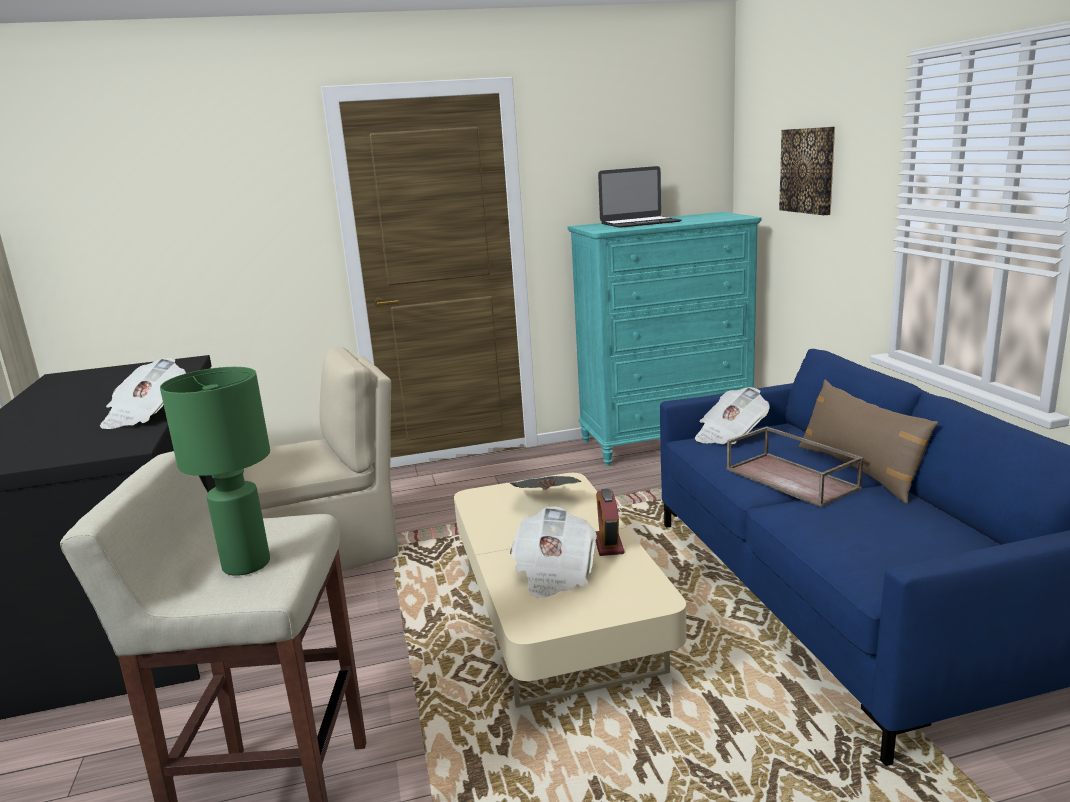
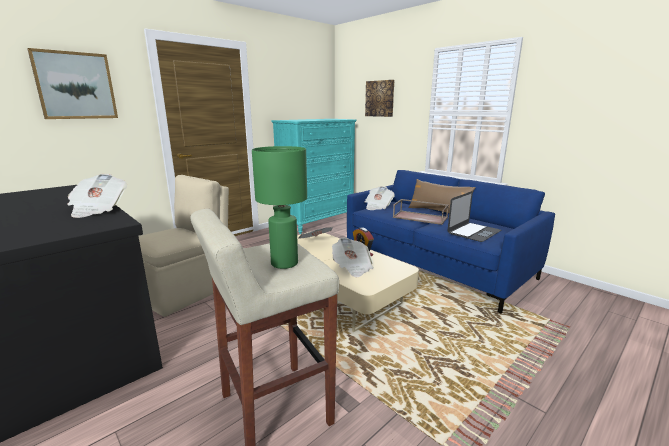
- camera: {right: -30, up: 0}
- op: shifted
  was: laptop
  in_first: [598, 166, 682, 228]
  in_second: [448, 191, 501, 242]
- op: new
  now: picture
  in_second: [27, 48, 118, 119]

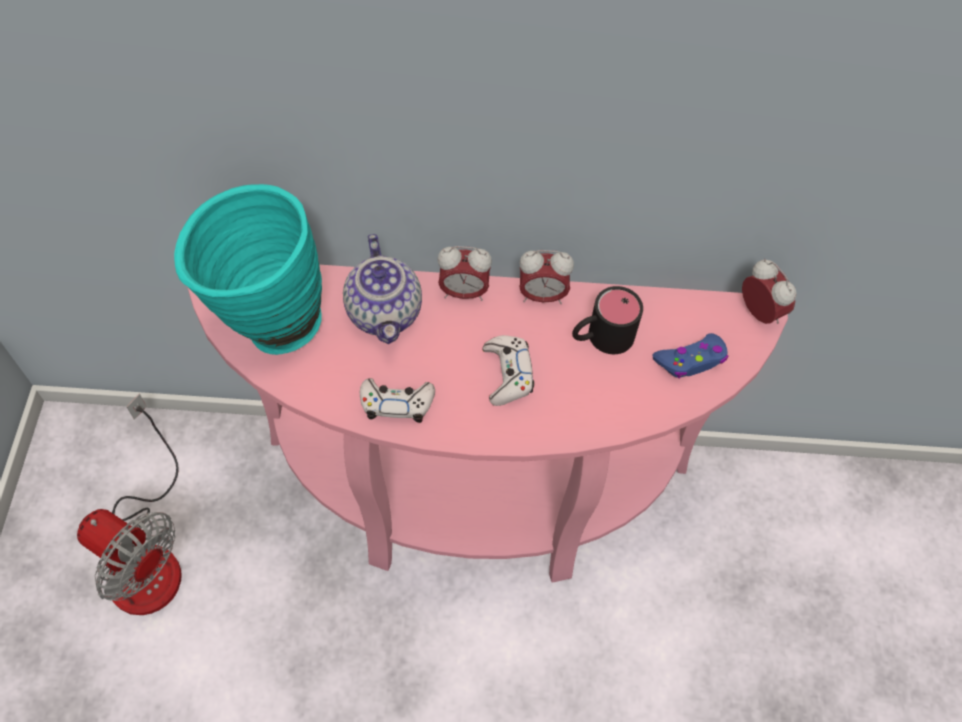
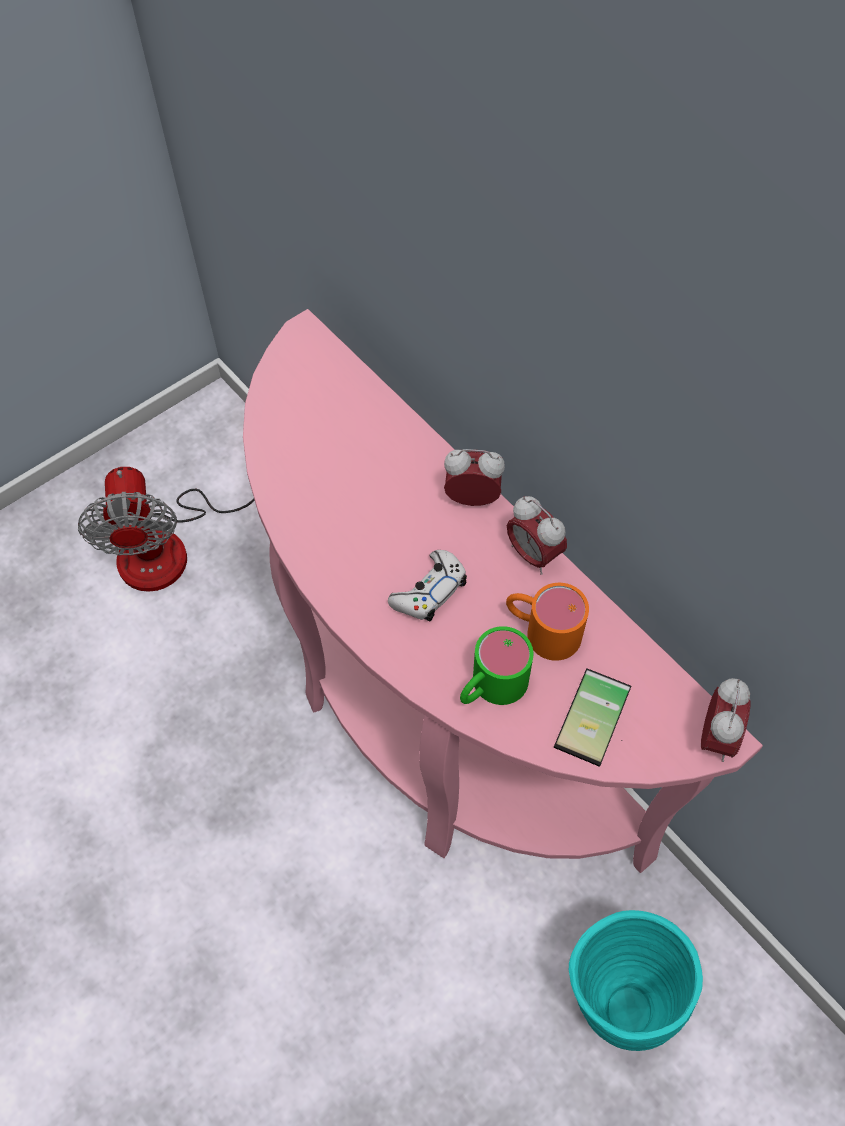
- camera: {right: 50, up: 0}
- op: shifted
  was: turquoise-coloured flower vase
  in_first: [174, 184, 322, 355]
  in_second: [569, 910, 703, 1051]
- op: gone
  was: teapot
  in_first: [343, 234, 422, 344]
- op: rotated
  was: bedside clock
  in_first: [437, 246, 492, 301]
  in_second: [444, 449, 505, 506]
  clockwise: 135
- op: repainted
  was: black coffee mug
  now: orange coffee mug
  in_first: [572, 286, 643, 354]
  in_second: [506, 583, 589, 661]
- op: swapped
  was: blue game controller
  now: phone
  in_first: [653, 333, 728, 378]
  in_second: [554, 668, 631, 767]
- op: gone
  was: white-coloured game controller
  in_first: [360, 378, 435, 423]
- op: new
  now: green-coloured coffee mug
  in_second: [460, 626, 533, 705]

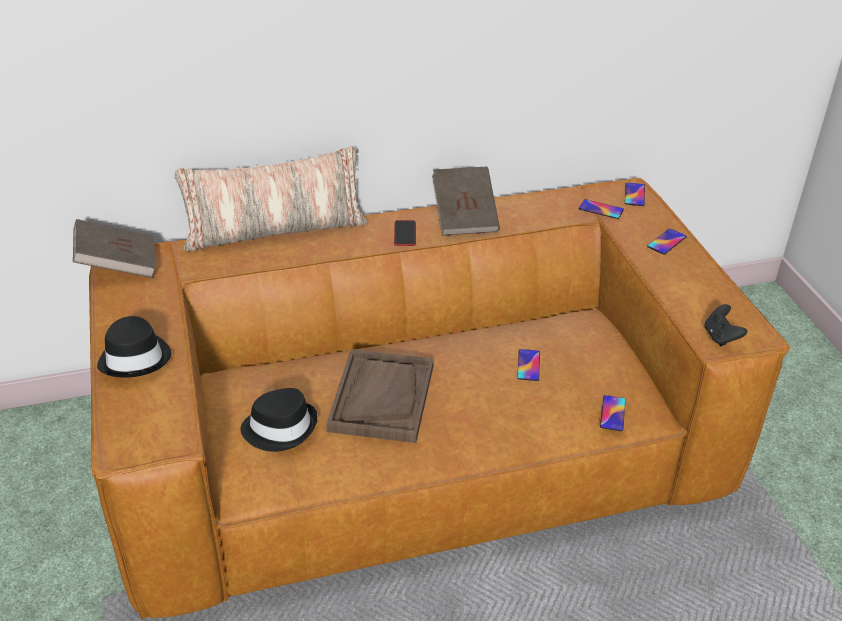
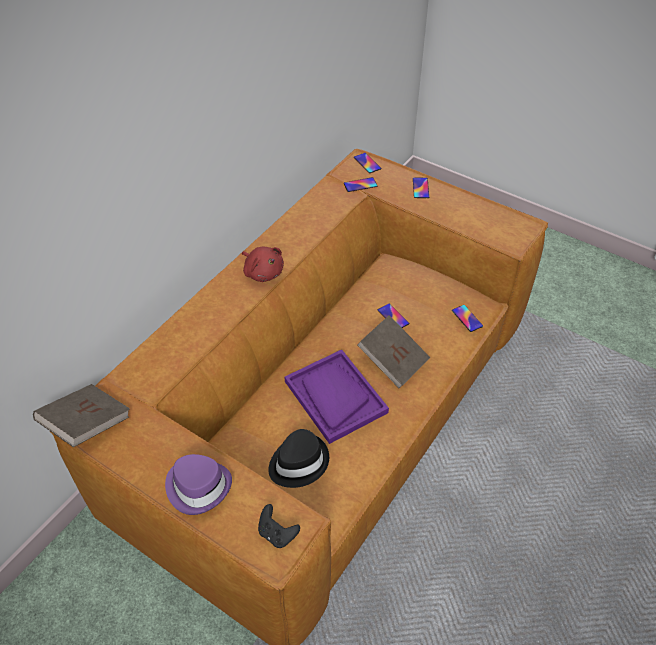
- camera: {right: -40, up: 10}
- op: gone
  was: pillow
  in_first: [174, 146, 367, 251]
- op: shifted
  was: brown bound book
  in_first: [432, 167, 500, 236]
  in_second: [357, 315, 430, 388]
- op: swapped
  was: phone
  now: red cuddly toy
  in_first: [394, 220, 416, 246]
  in_second: [242, 247, 284, 282]
- op: shifted
  was: black game controller
  in_first: [704, 304, 747, 346]
  in_second: [258, 504, 300, 548]
- op: repainted
  was: black clothing hat
  now: purple clothing hat
  in_first: [97, 316, 171, 378]
  in_second: [165, 454, 232, 515]
- op: repainted
  was: brown serving tray
  now: purple serving tray
  in_first: [326, 349, 434, 443]
  in_second: [284, 349, 389, 444]

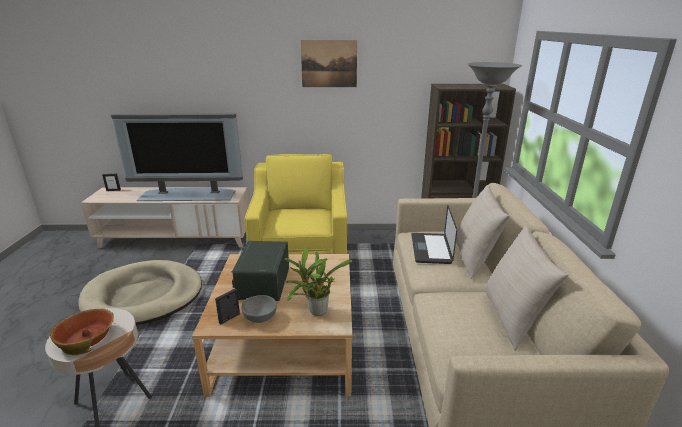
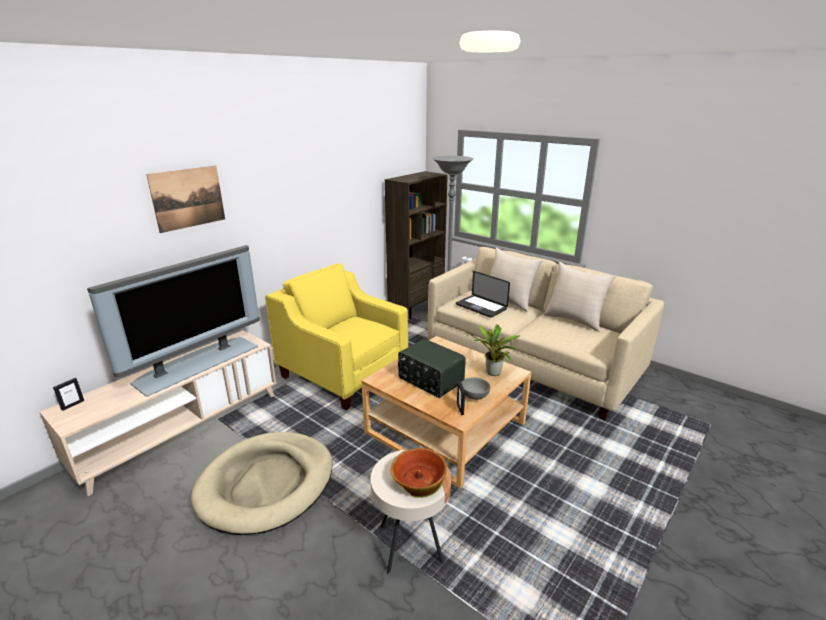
- camera: {right: -50, up: 0}
- op: shifted
  was: picture
  in_first: [301, 40, 357, 87]
  in_second: [146, 165, 225, 233]

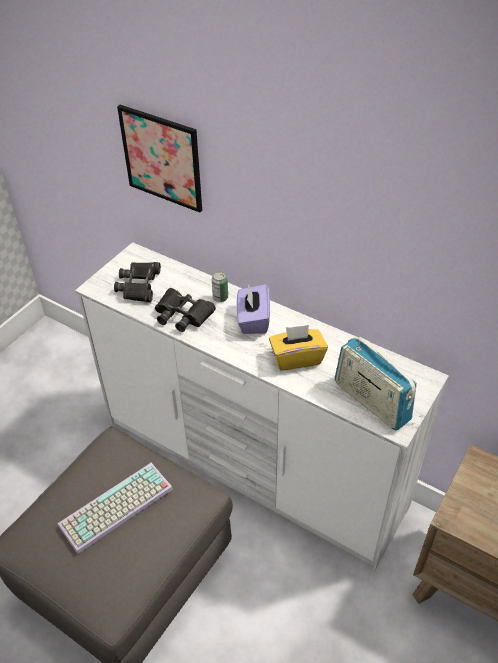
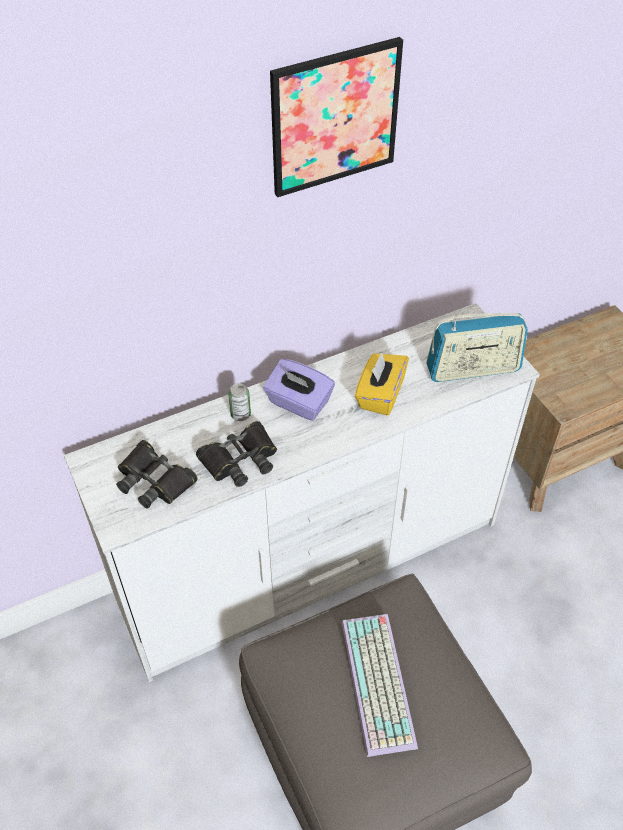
- camera: {right: -60, up: 5}
- op: shifted
  was: picture
  in_first: [117, 105, 202, 213]
  in_second: [270, 37, 403, 197]

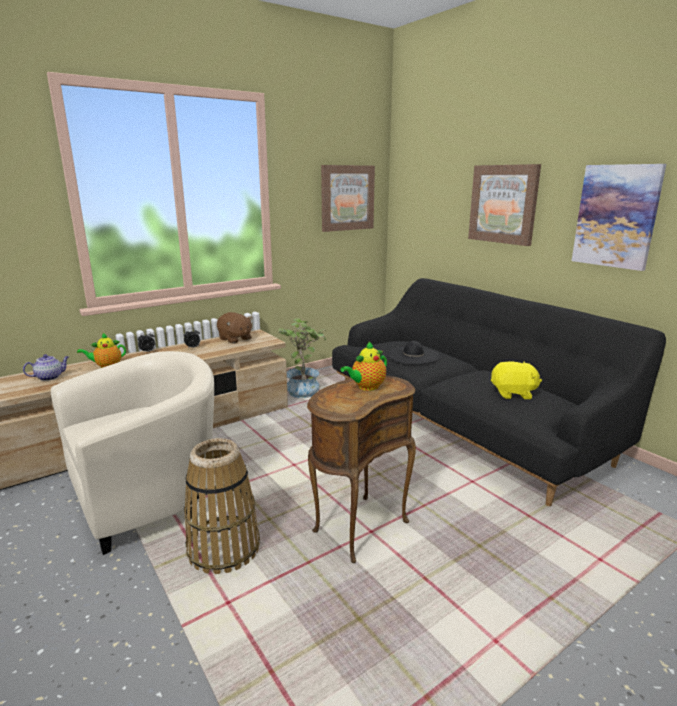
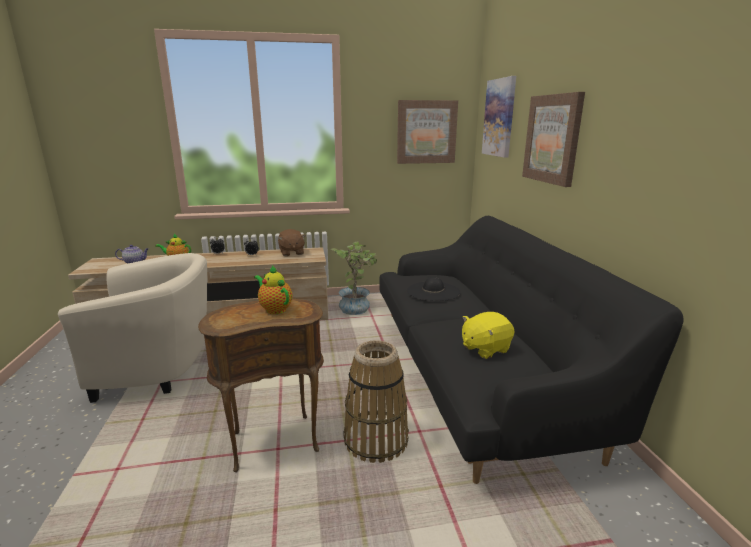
- camera: {right: 25, up: 0}
- op: shifted
  was: picture
  in_first: [572, 164, 666, 271]
  in_second: [482, 76, 516, 158]
- op: rotated
  was: teapot
  in_first: [341, 342, 387, 391]
  in_second: [254, 265, 292, 314]
  clockwise: 60
- op: rotated
  was: yellow-coloured cuddly toy
  in_first: [491, 362, 542, 399]
  in_second: [462, 312, 515, 359]
  clockwise: 120
- op: shifted
  was: household basket
  in_first: [184, 438, 260, 574]
  in_second: [343, 340, 409, 463]

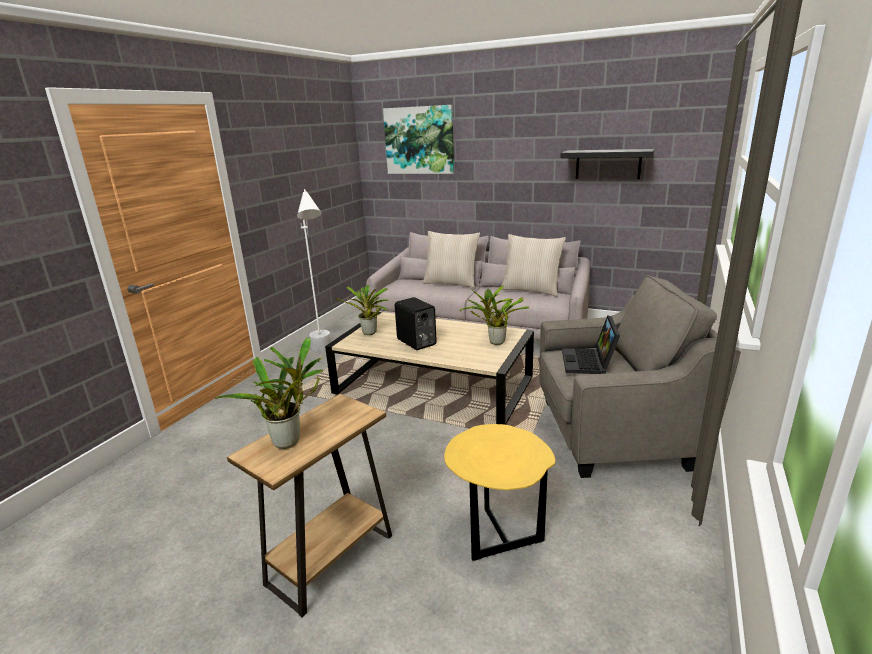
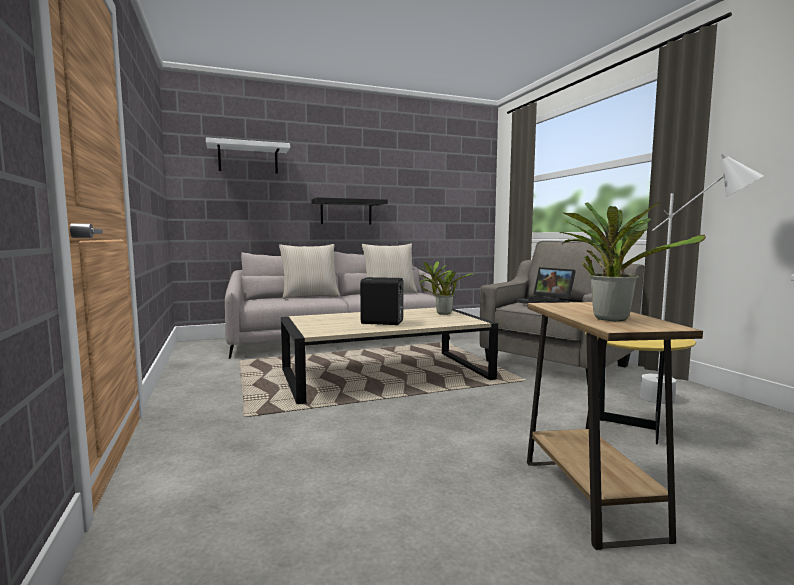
- camera: {right: -45, up: -15}
- op: swapped
  was: picture
  now: white-coloured wall shelf
  in_first: [383, 105, 454, 174]
  in_second: [206, 137, 290, 174]
- op: shifted
  was: black wall shelf
  in_first: [560, 149, 655, 179]
  in_second: [311, 197, 388, 225]
- op: shifted
  was: white-coloured standing lamp
  in_first: [297, 189, 331, 351]
  in_second: [640, 154, 764, 404]
- op: gone
  was: potted plant
  in_first: [336, 285, 389, 335]

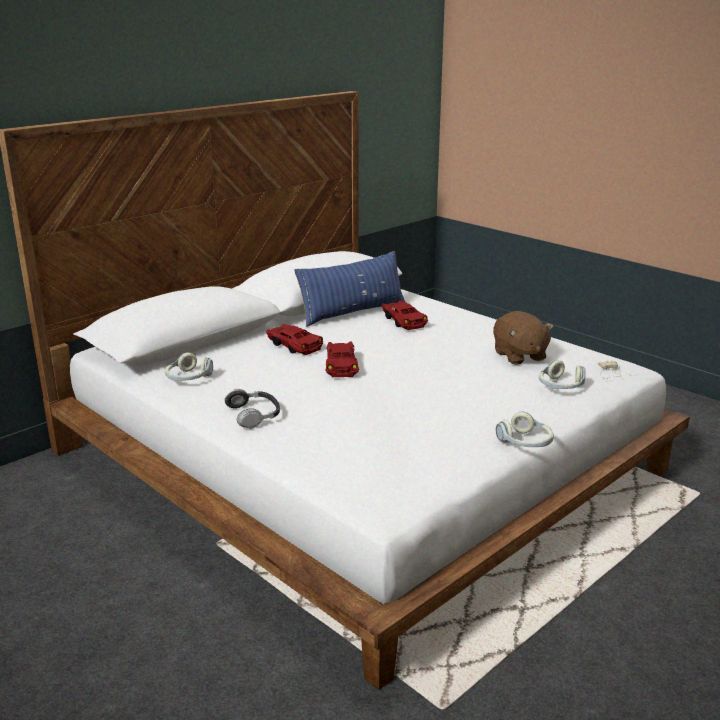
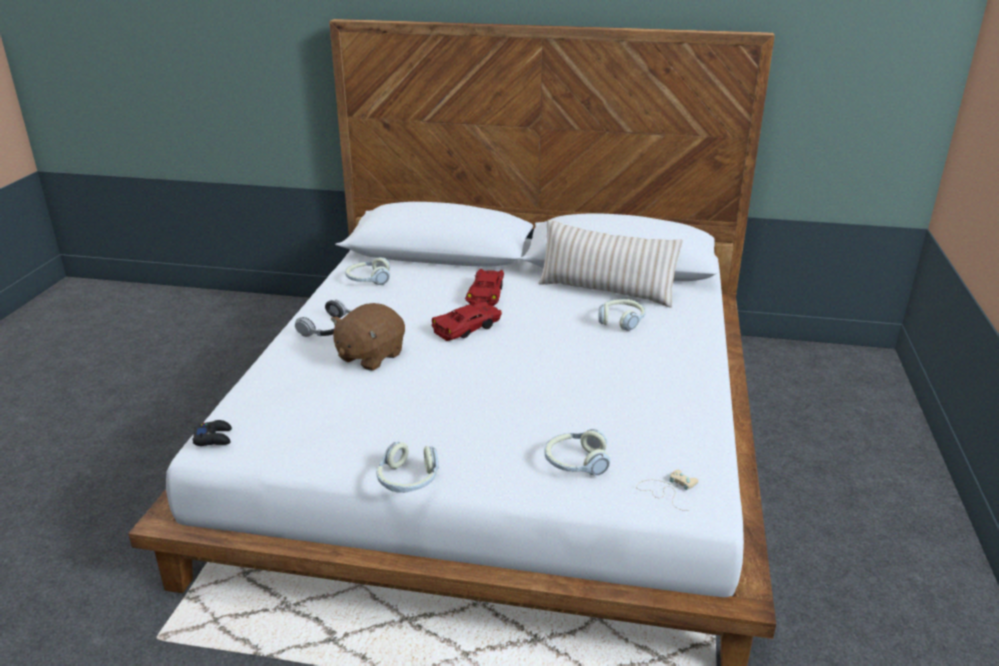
- camera: {right: 55, up: 5}
- op: repainted
  was: blue pillow
  now: beige-coloured pillow
  in_first: [294, 251, 405, 327]
  in_second: [538, 220, 683, 308]
- op: swapped
  was: red model car
  now: headset
  in_first: [382, 301, 428, 330]
  in_second: [598, 299, 646, 331]
- op: shifted
  was: brown cuddly toy
  in_first: [493, 311, 554, 365]
  in_second: [331, 303, 405, 371]
- op: new
  now: black game controller
  in_second: [192, 420, 232, 446]

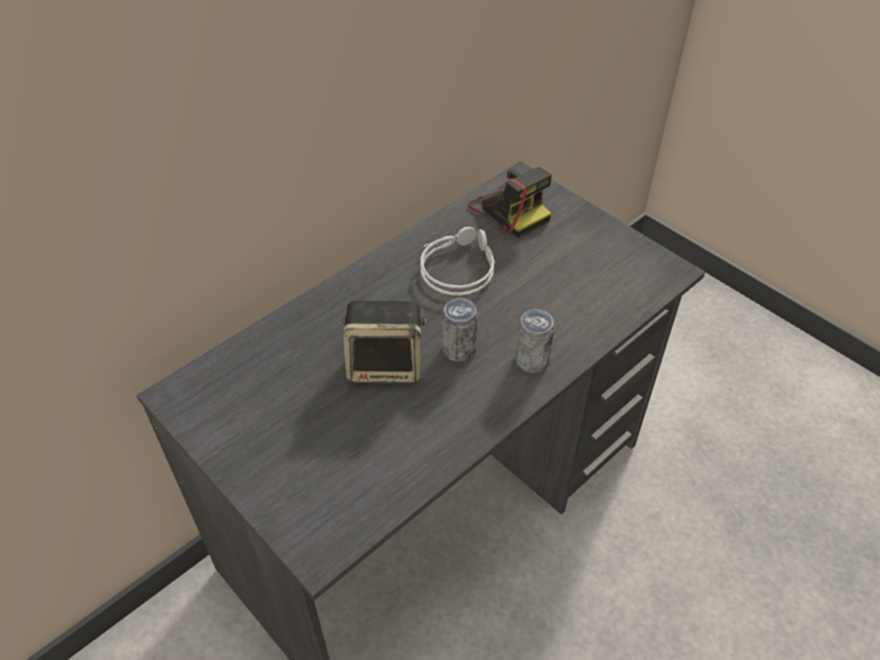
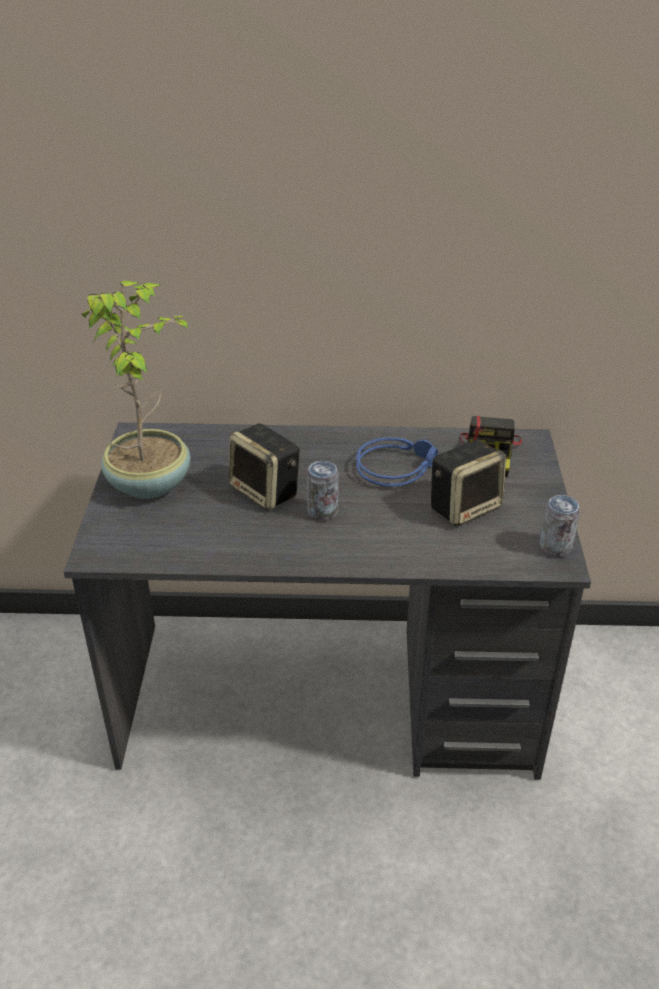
- camera: {right: 45, up: -10}
- op: repainted
  was: greyish headset
  now: blue headset
  in_first: [420, 227, 496, 296]
  in_second: [356, 437, 438, 487]
- op: shifted
  was: can
  in_first: [515, 309, 555, 373]
  in_second: [540, 495, 580, 557]
- op: new
  now: potted plant
  in_second: [81, 281, 192, 499]
- op: new
  now: audio speaker
  in_second: [431, 440, 506, 526]

